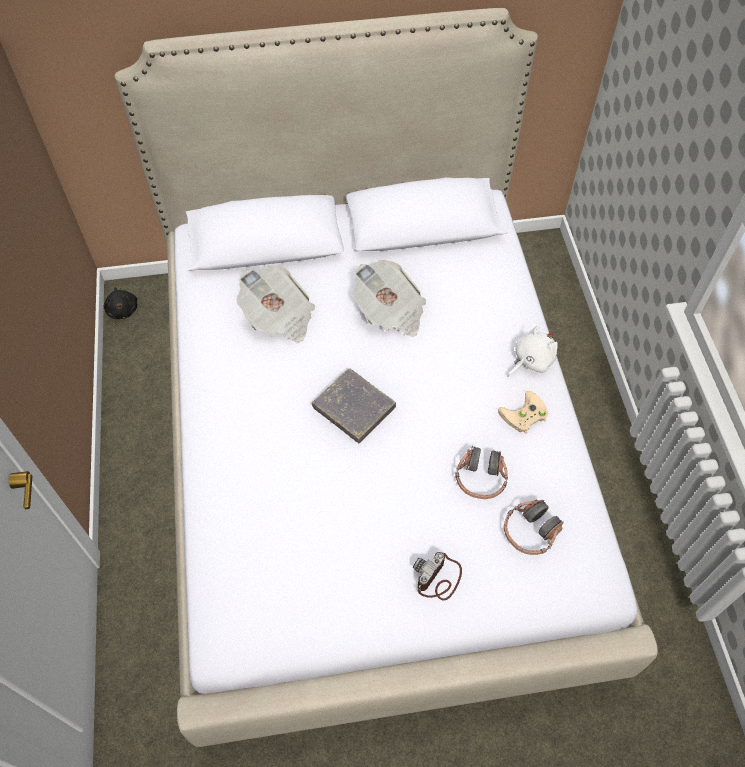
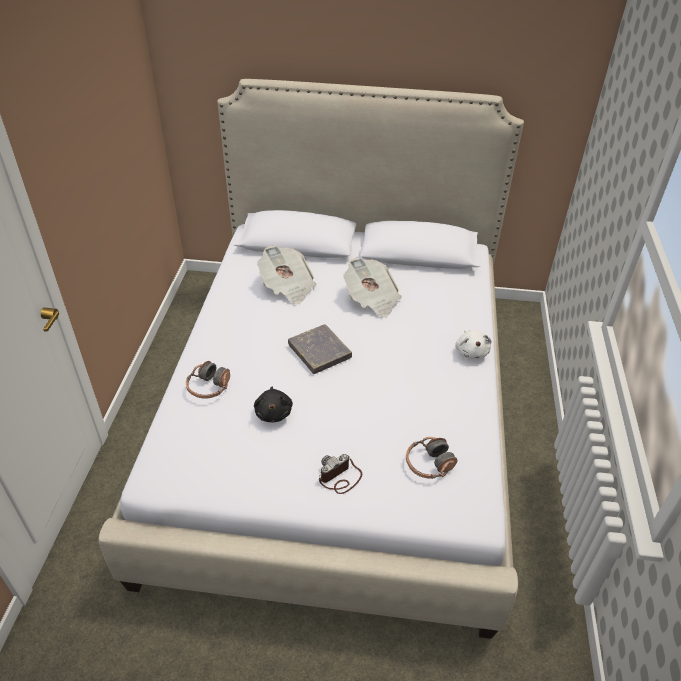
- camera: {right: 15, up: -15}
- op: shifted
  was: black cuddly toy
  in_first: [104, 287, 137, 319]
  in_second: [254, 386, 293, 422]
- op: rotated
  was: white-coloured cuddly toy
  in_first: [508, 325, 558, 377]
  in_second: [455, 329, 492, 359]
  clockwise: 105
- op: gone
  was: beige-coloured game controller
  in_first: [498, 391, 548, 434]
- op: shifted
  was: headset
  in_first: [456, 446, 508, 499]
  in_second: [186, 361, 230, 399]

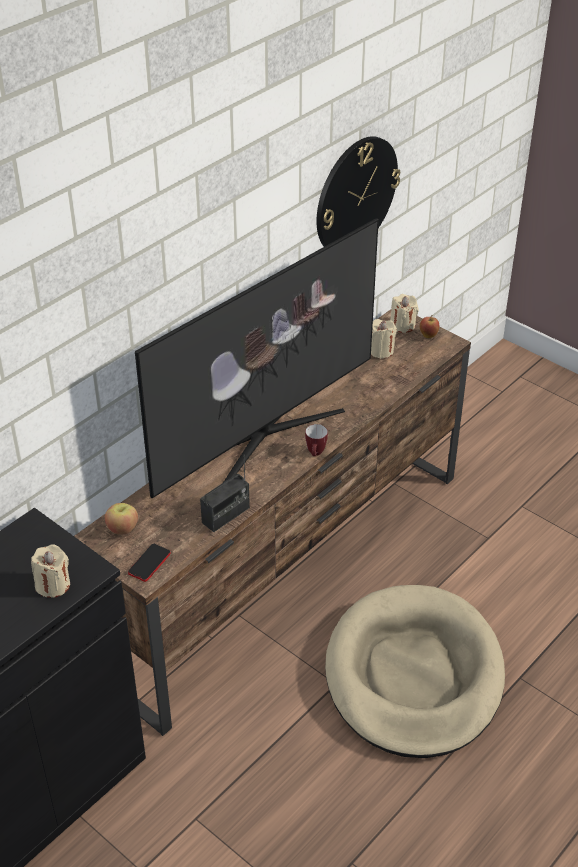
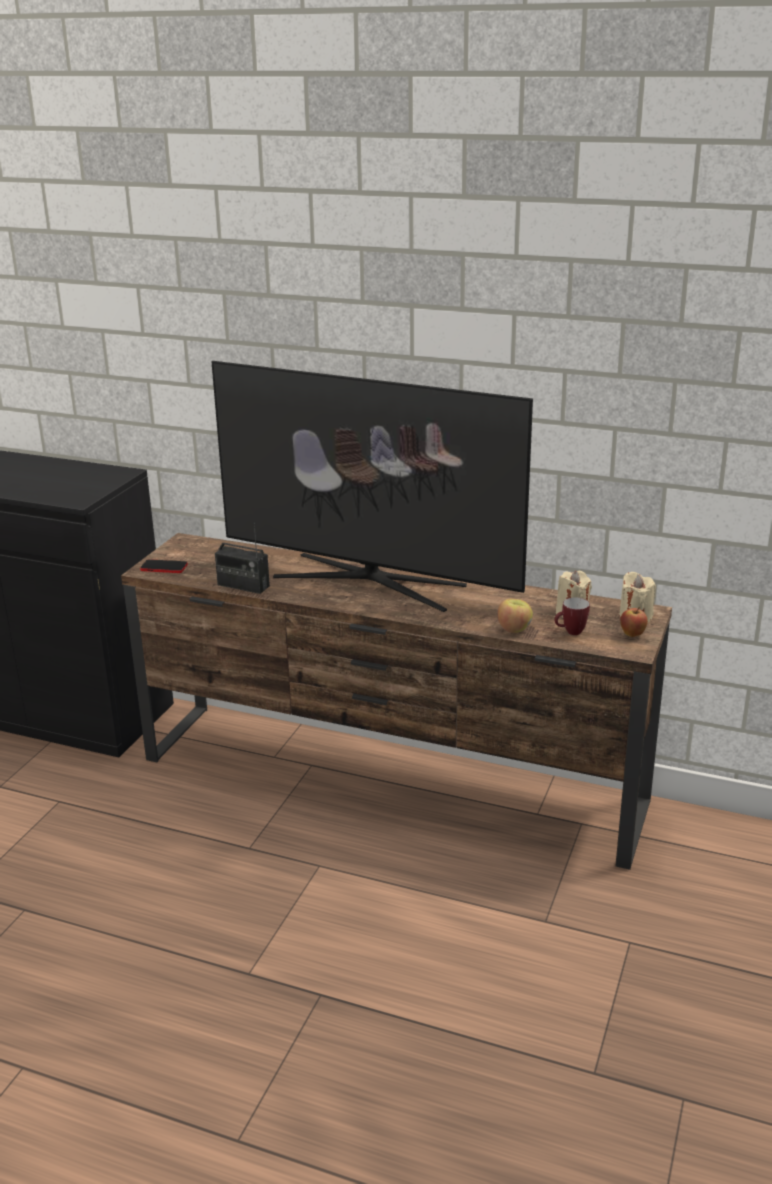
- camera: {right: 70, up: -15}
- op: gone
  was: wall clock
  in_first: [317, 136, 400, 247]
- op: shifted
  was: coffee mug
  in_first: [305, 424, 328, 456]
  in_second: [555, 597, 590, 635]
- op: shifted
  was: apple
  in_first: [105, 503, 138, 535]
  in_second: [498, 598, 533, 633]
- op: gone
  was: beige-coloured wax light
  in_first: [31, 544, 70, 598]
- op: gone
  was: beige-coloured dog bed
  in_first: [325, 585, 505, 758]

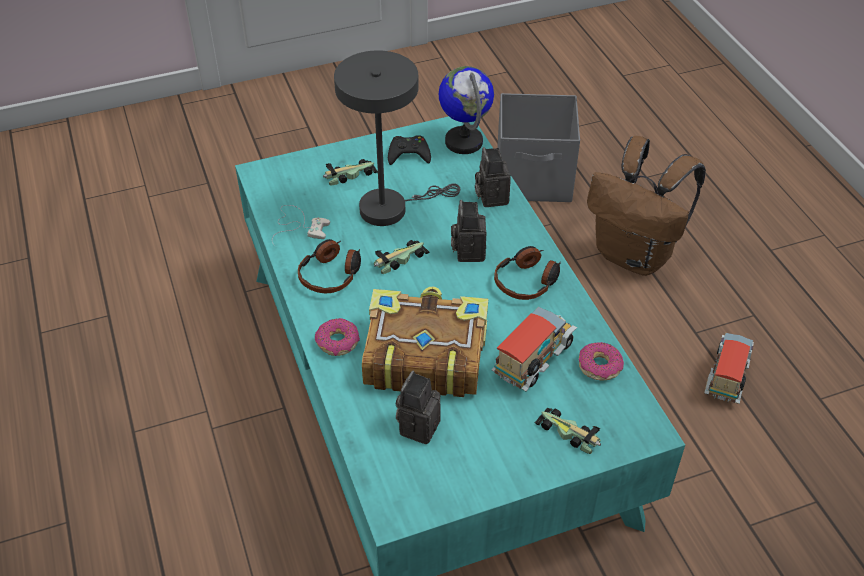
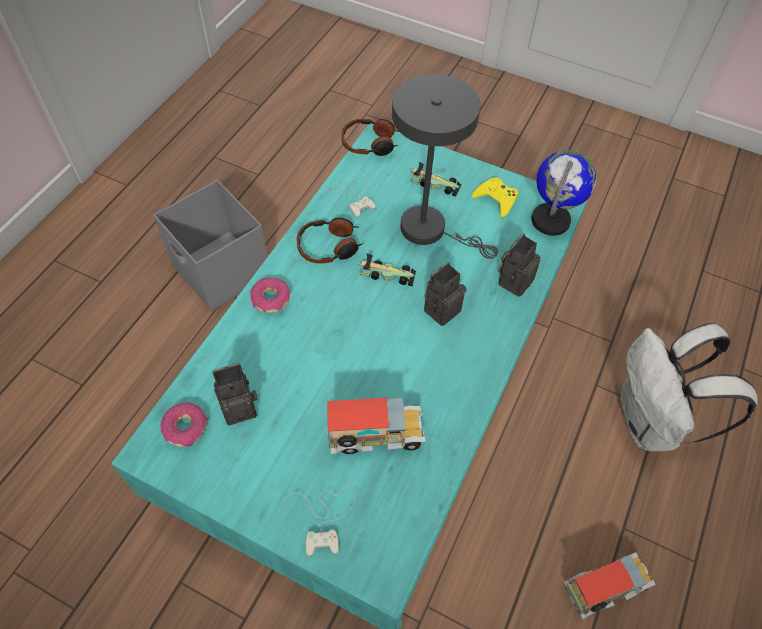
- camera: {right: 45, up: 10}
- op: shifted
  was: greyish storage box
  in_first: [497, 93, 580, 202]
  in_second: [154, 180, 268, 311]
- op: repainted
  was: black game controller
  now: yellow-coloured game controller
  in_first: [388, 135, 431, 165]
  in_second: [472, 177, 518, 218]
- op: repainted
  was: brown rucksack
  now: white-coloured rucksack
  in_first: [587, 136, 706, 276]
  in_second: [620, 323, 758, 451]
- op: shifted
  was: headset
  in_first: [494, 246, 560, 300]
  in_second: [341, 119, 399, 156]
- op: gone
  was: bound book
  in_first: [362, 287, 488, 397]
- op: shifted
  was: ring doughnut
  in_first: [579, 342, 624, 381]
  in_second: [161, 403, 208, 447]
- op: swapped
  was: model car
  now: white-coloured game controller
  in_first: [534, 408, 601, 454]
  in_second: [285, 485, 355, 556]

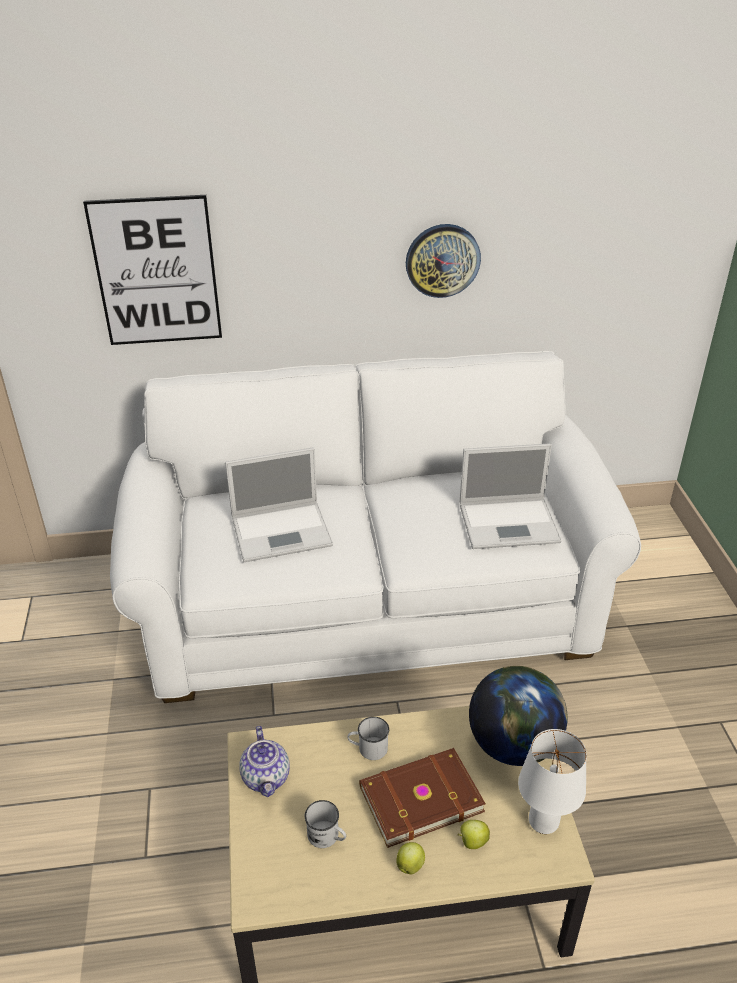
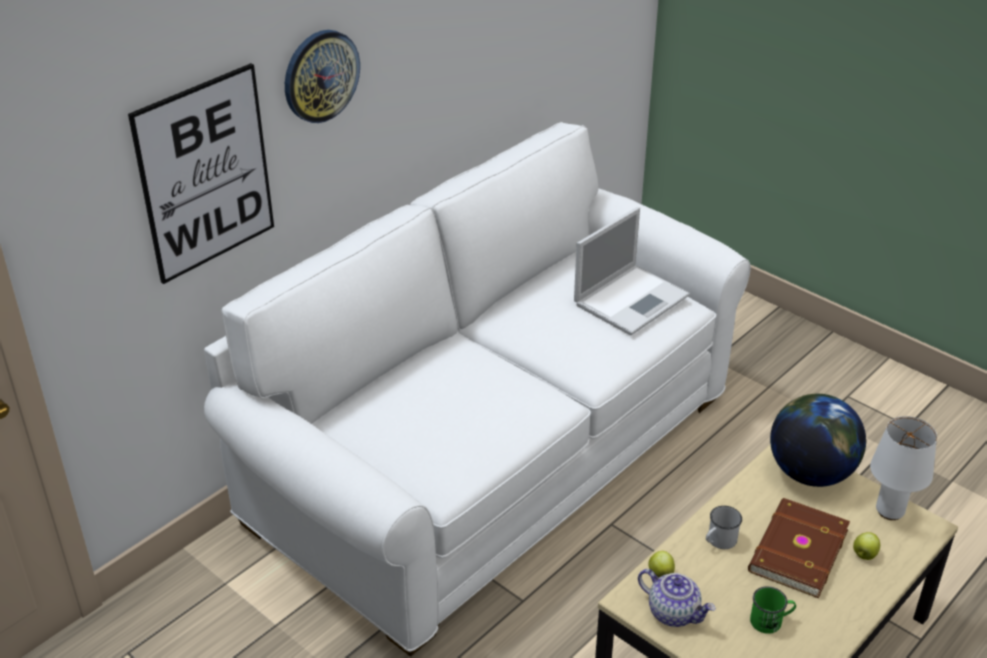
- camera: {right: -40, up: 0}
- op: shifted
  was: wall clock
  in_first: [406, 224, 481, 298]
  in_second: [285, 30, 360, 123]
- op: gone
  was: laptop
  in_first: [225, 447, 333, 562]
- op: repainted
  was: white-coloured coffee mug
  now: green-coloured coffee mug
  in_first: [305, 800, 346, 848]
  in_second: [750, 586, 796, 634]
- op: shifted
  was: apple
  in_first: [396, 842, 425, 874]
  in_second: [648, 551, 675, 577]

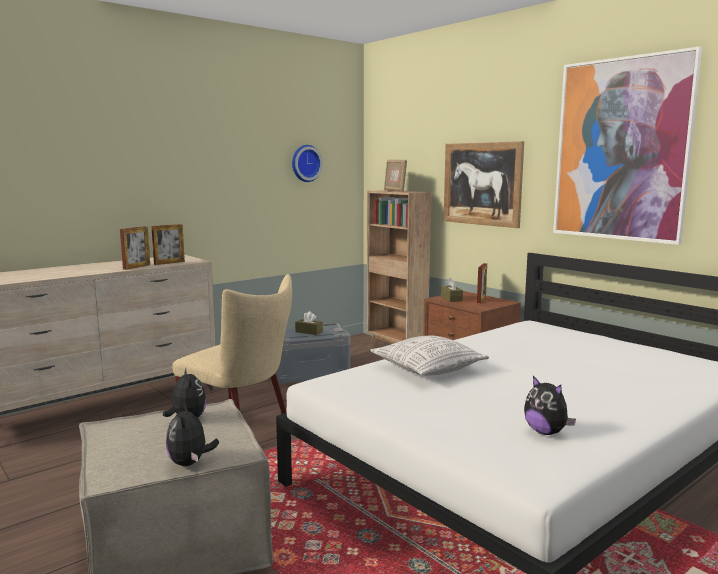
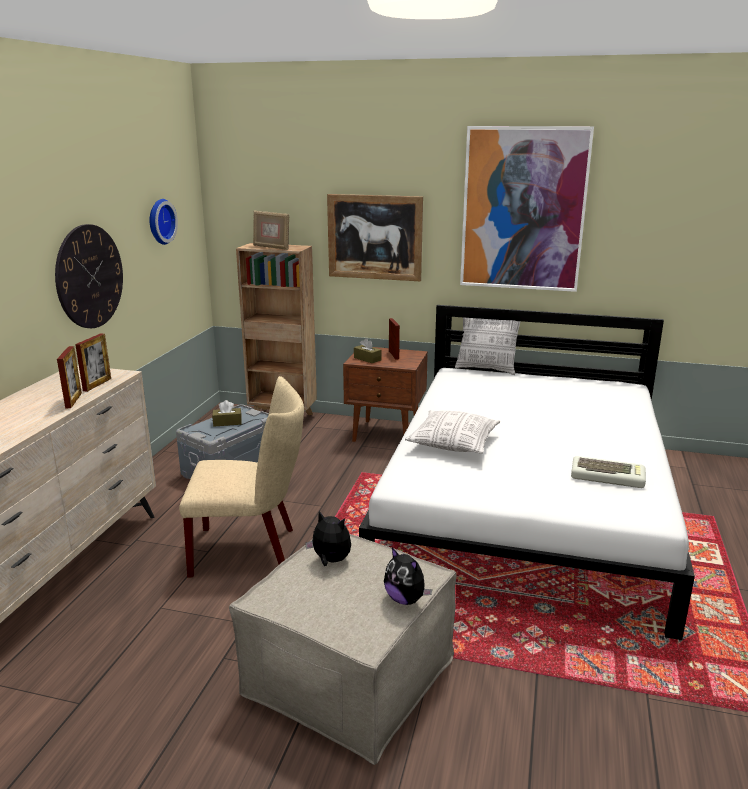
- camera: {right: -35, up: 10}
- op: swapped
  was: cuddly toy
  now: computer keyboard
  in_first: [524, 376, 576, 435]
  in_second: [571, 456, 646, 488]
- op: new
  now: wall clock
  in_second: [55, 224, 123, 328]
- op: new
  now: pillow
  in_second: [455, 317, 521, 375]

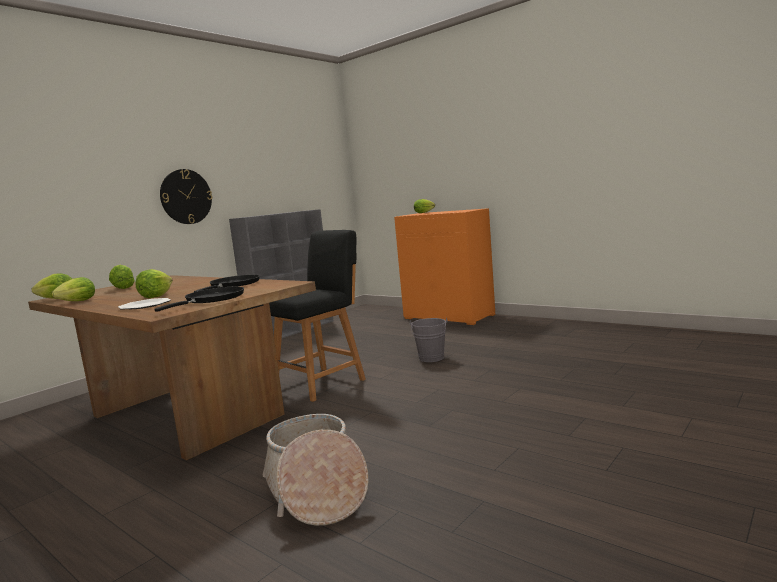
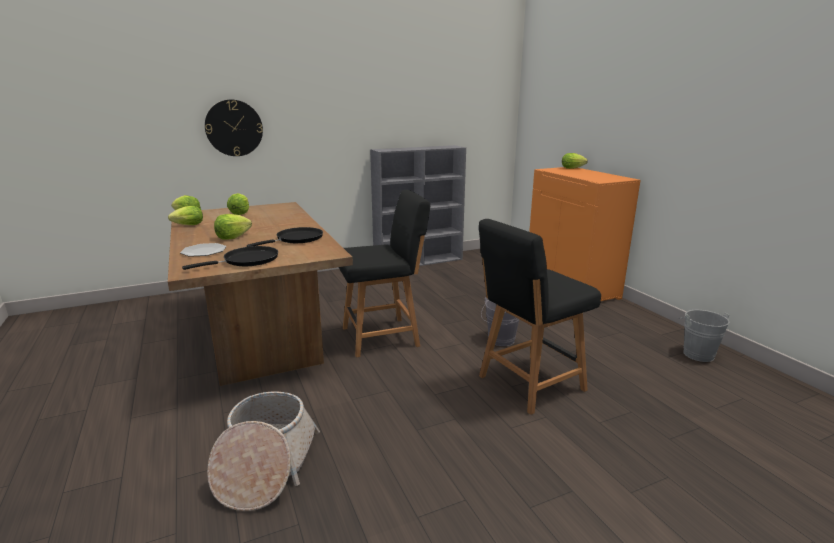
- camera: {right: 25, up: 10}
- op: shifted
  was: wall clock
  in_first: [160, 169, 212, 224]
  in_second: [205, 100, 263, 156]
- op: new
  now: black chair
  in_second: [479, 219, 601, 415]
- op: new
  now: greyish pail
  in_second: [681, 310, 730, 362]

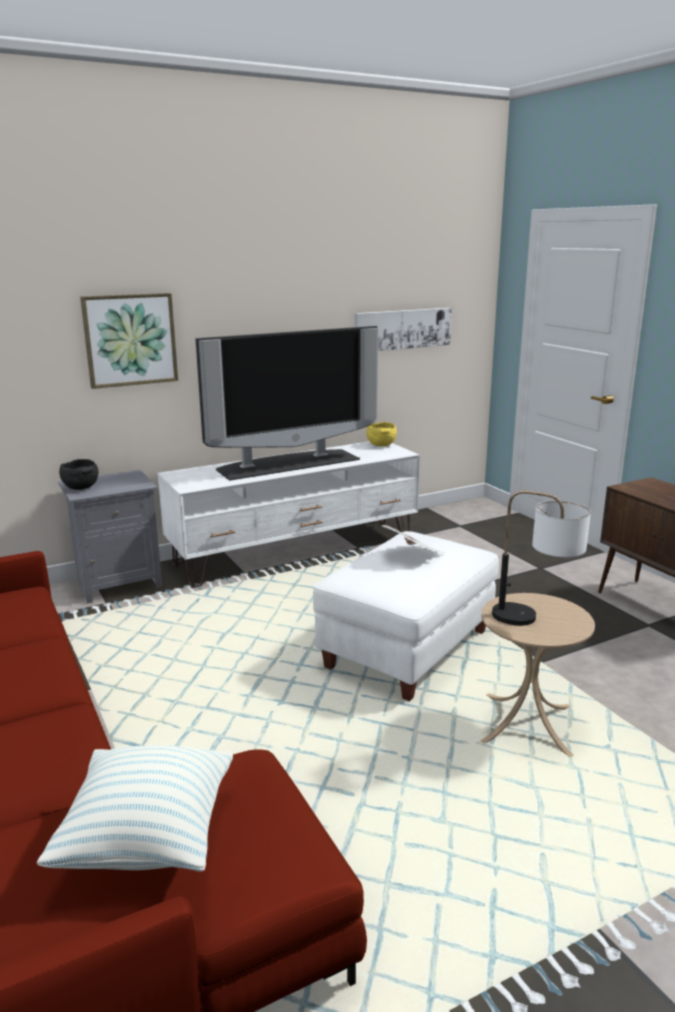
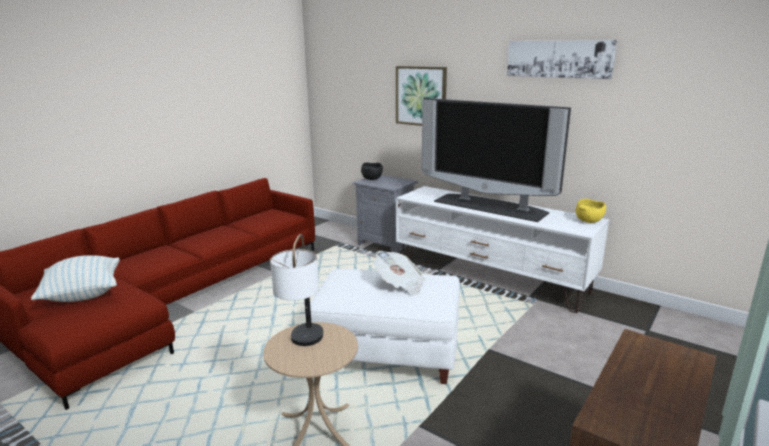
- camera: {right: 65, up: 0}
- op: shifted
  was: picture
  in_first: [354, 308, 452, 351]
  in_second: [507, 40, 617, 79]

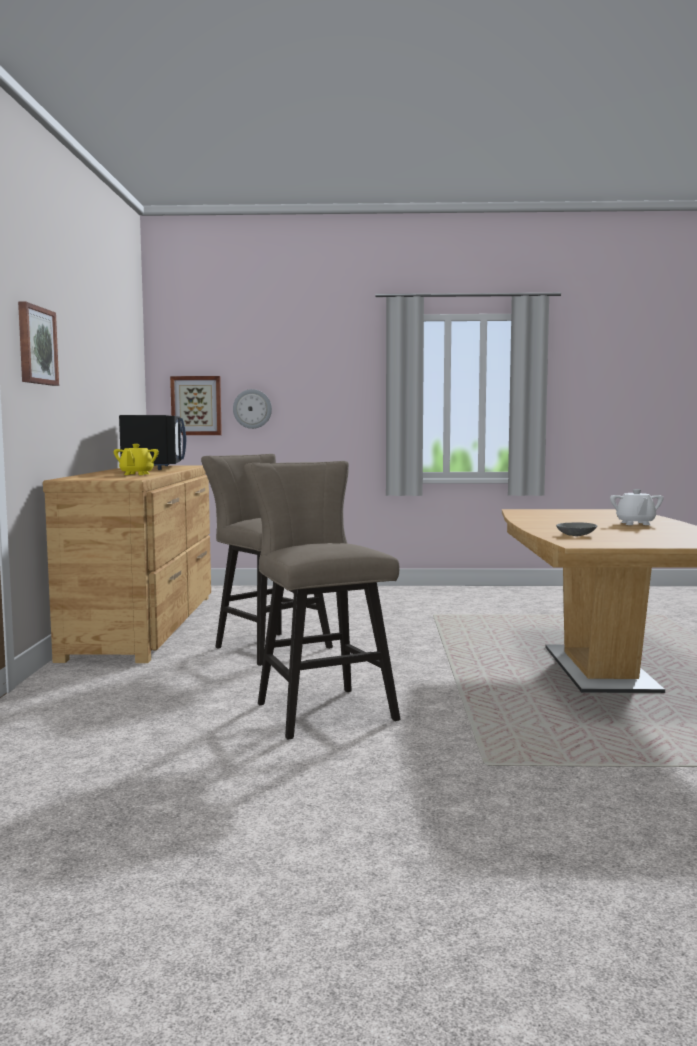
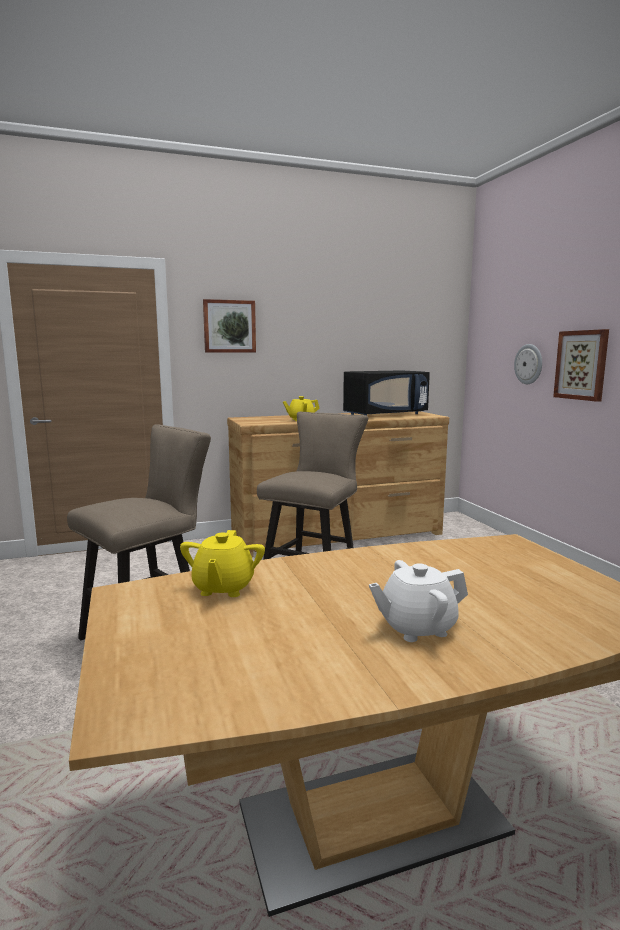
- camera: {right: 70, up: 5}
- op: shifted
  was: picture
  in_first: [170, 376, 222, 435]
  in_second: [553, 329, 609, 402]
- op: swapped
  was: greyish bowl
  now: yellow-coloured teapot
  in_first: [556, 522, 597, 536]
  in_second: [180, 530, 265, 597]

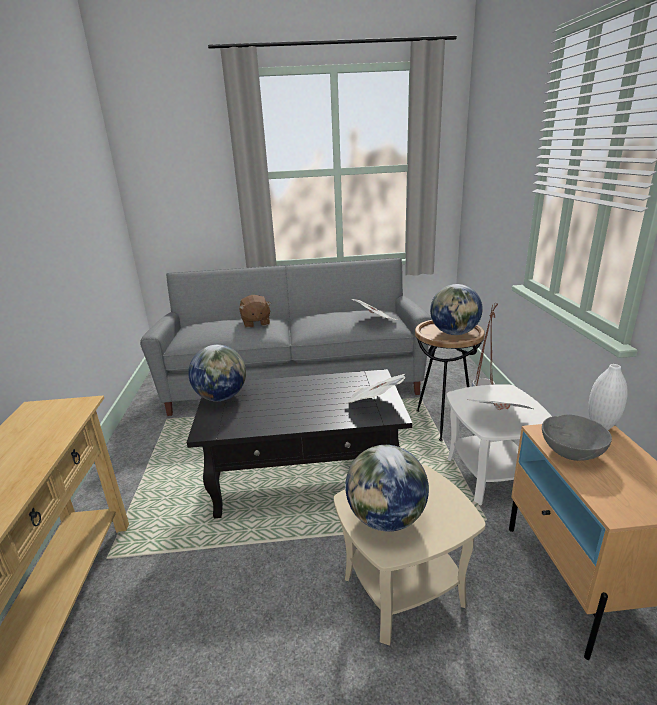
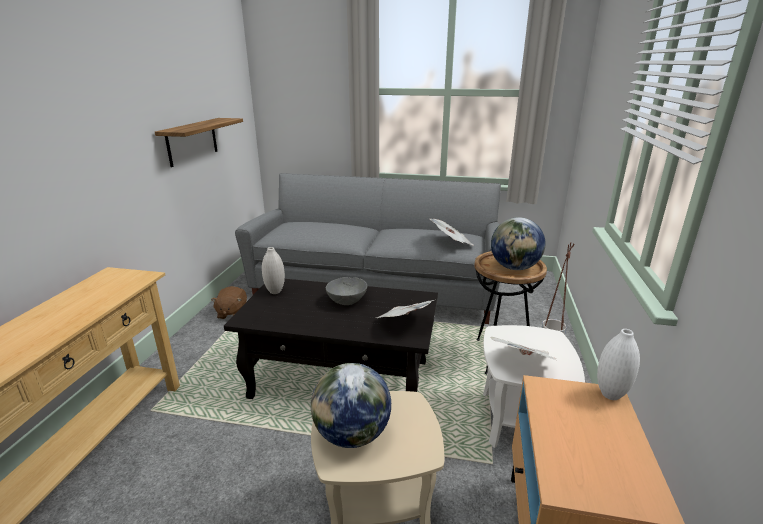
- camera: {right: 15, up: 0}
- op: shifted
  was: brown cuddly toy
  in_first: [239, 295, 271, 328]
  in_second: [211, 286, 247, 319]
- op: swapped
  was: world globe
  now: white-coloured flower vase
  in_first: [188, 345, 246, 401]
  in_second: [262, 247, 285, 294]
- op: shifted
  was: greyish bowl
  in_first: [542, 414, 612, 461]
  in_second: [326, 277, 367, 305]
- op: new
  now: wall shelf
  in_second: [155, 118, 243, 167]

